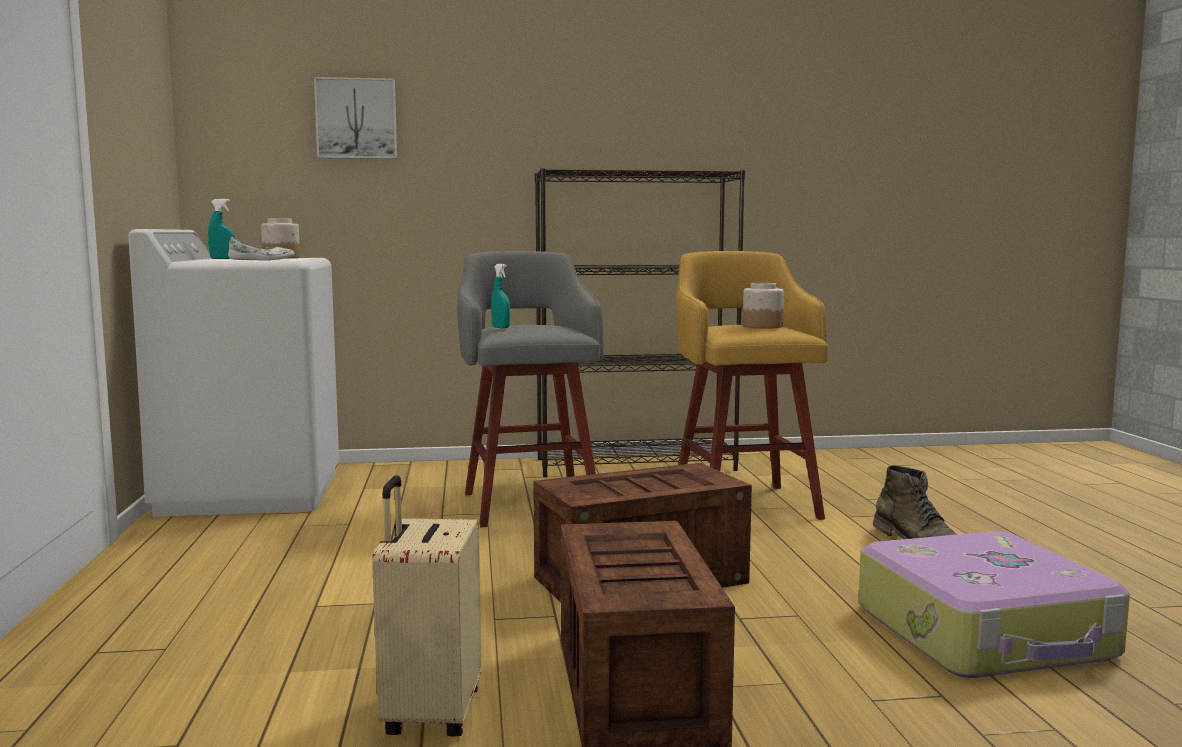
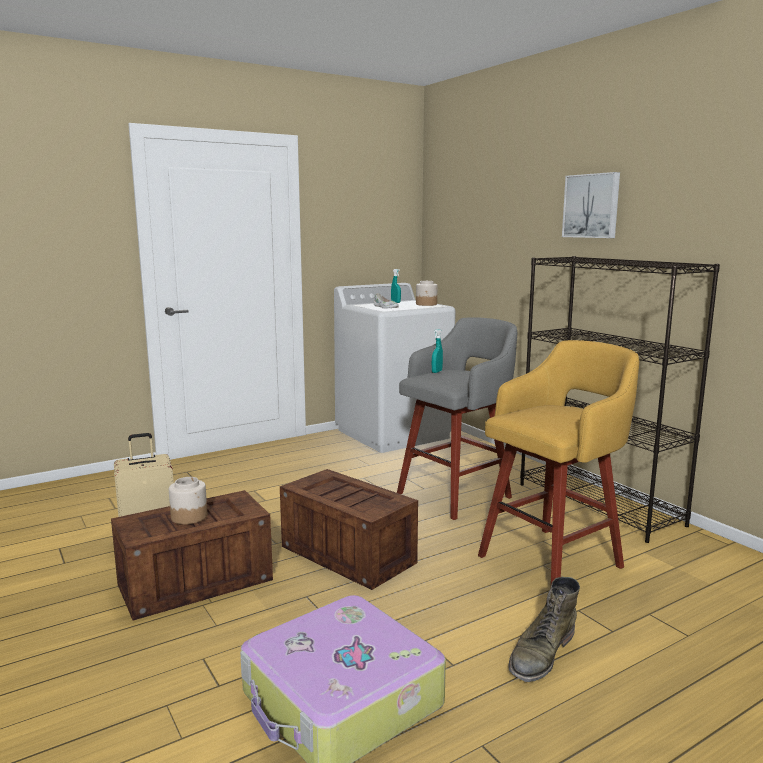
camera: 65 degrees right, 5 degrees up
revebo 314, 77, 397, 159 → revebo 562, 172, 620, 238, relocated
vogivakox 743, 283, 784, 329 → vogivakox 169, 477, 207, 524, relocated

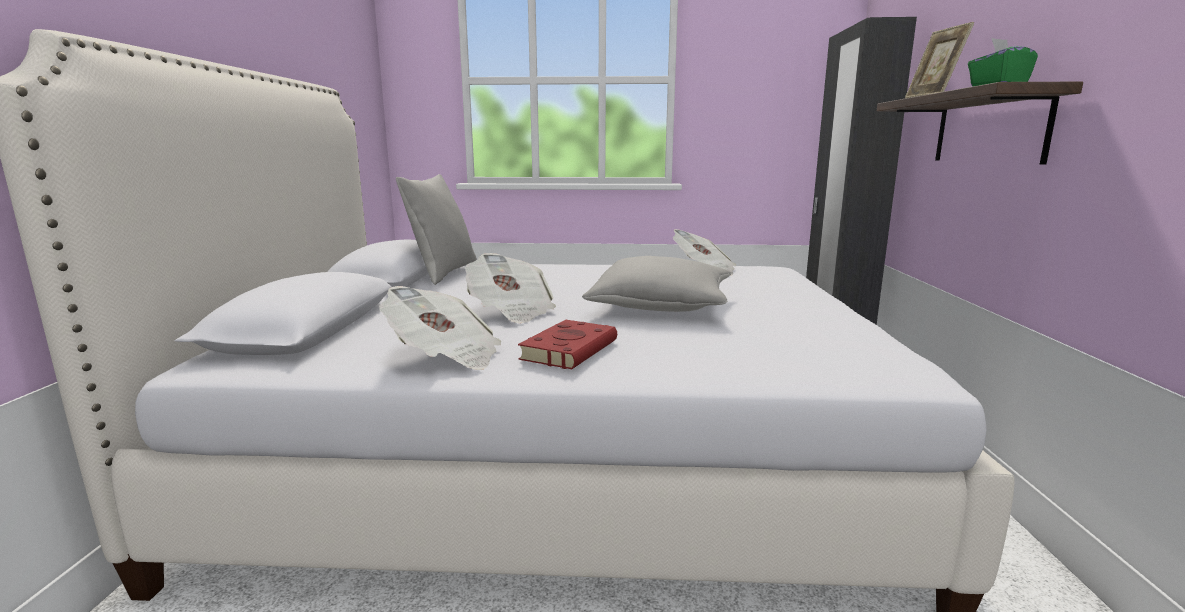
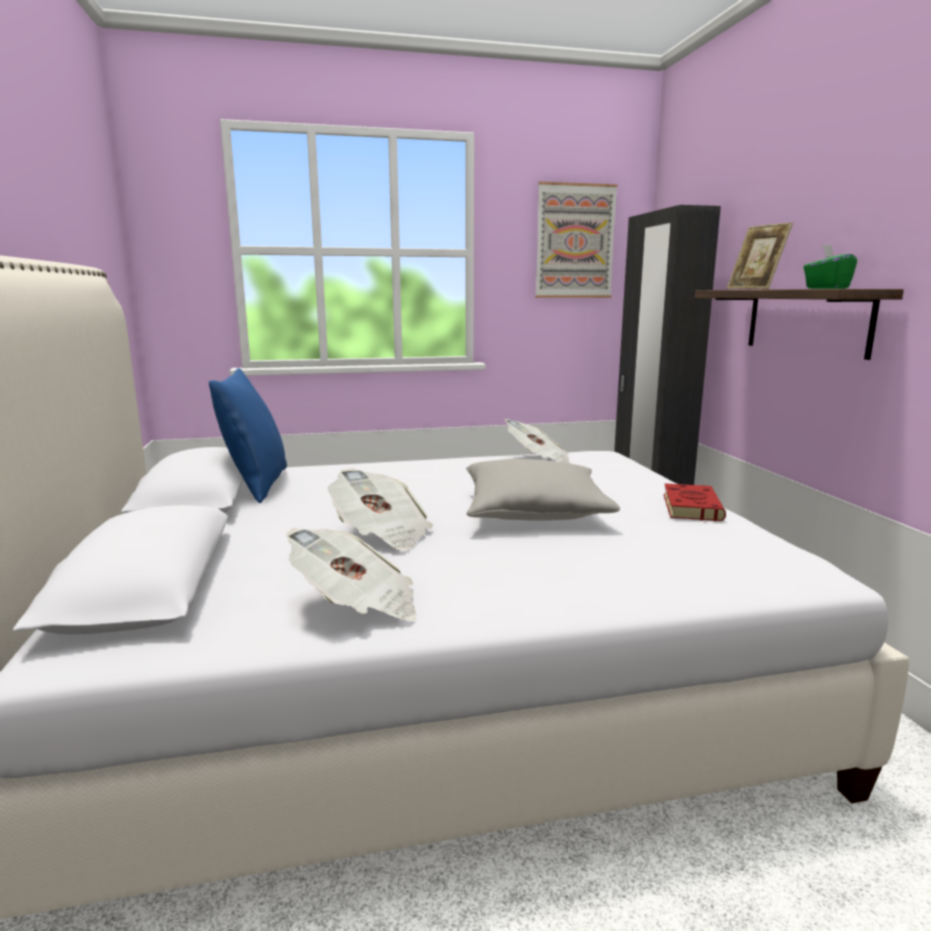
camera: 15 degrees left, 0 degrees up
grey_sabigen 396, 174, 477, 285 → blue_sabigen 209, 368, 287, 503
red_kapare 518, 320, 617, 369 → red_kapare 664, 483, 726, 521, relocated
- → revebo 535, 182, 618, 298

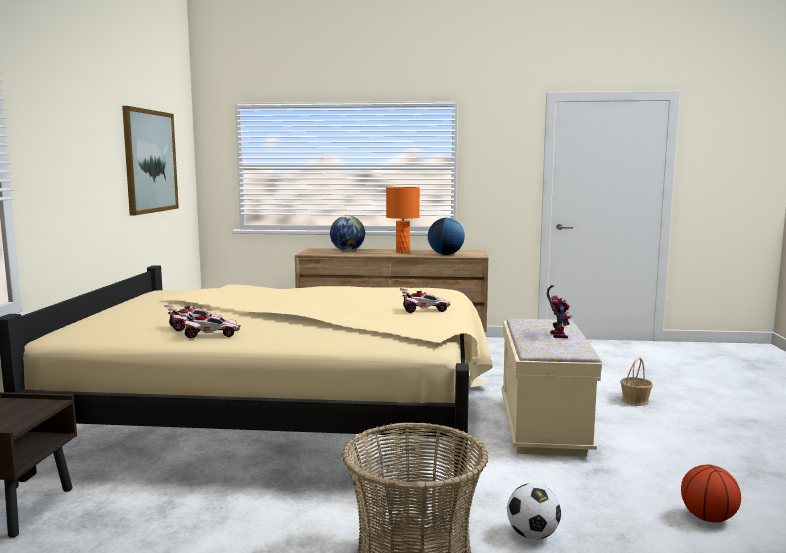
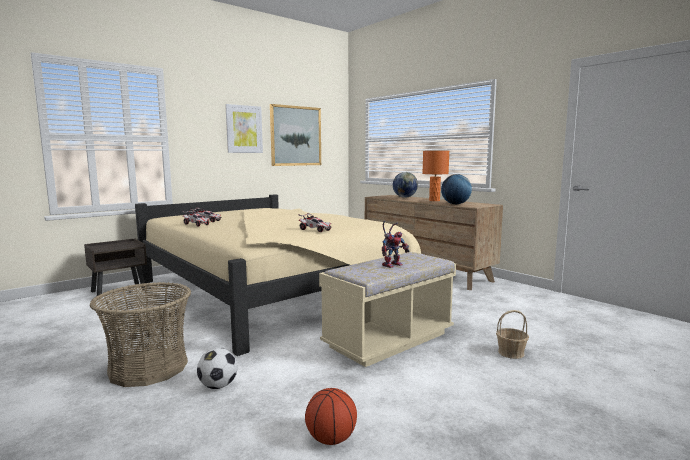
camera: 45 degrees right, 0 degrees up
- → revebo 225, 104, 263, 153

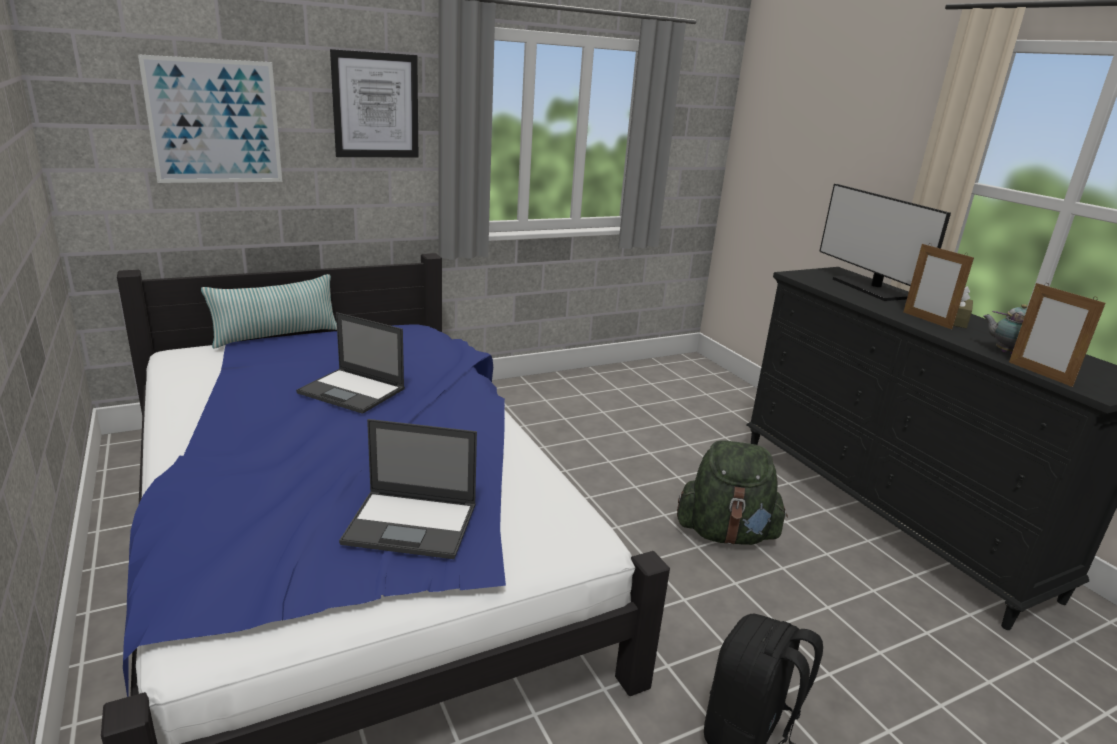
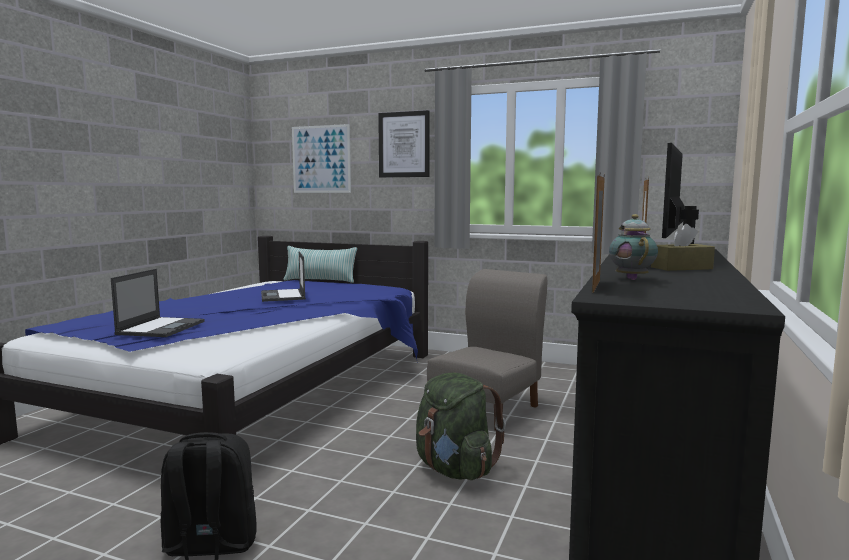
camera: 50 degrees right, 15 degrees down
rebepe 339, 419, 477, 559 → rebepe 111, 269, 205, 337, 135 degrees counterclockwise
- → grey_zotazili 427, 269, 547, 431

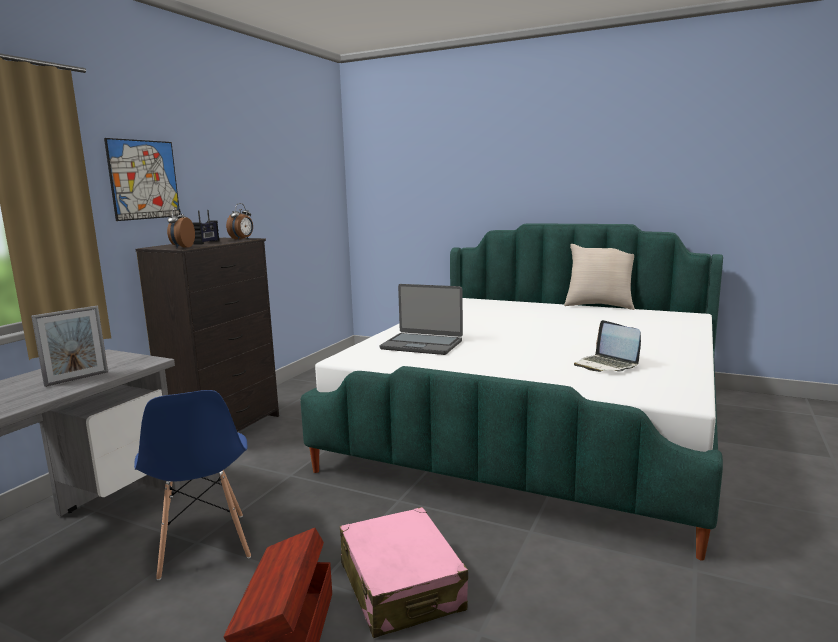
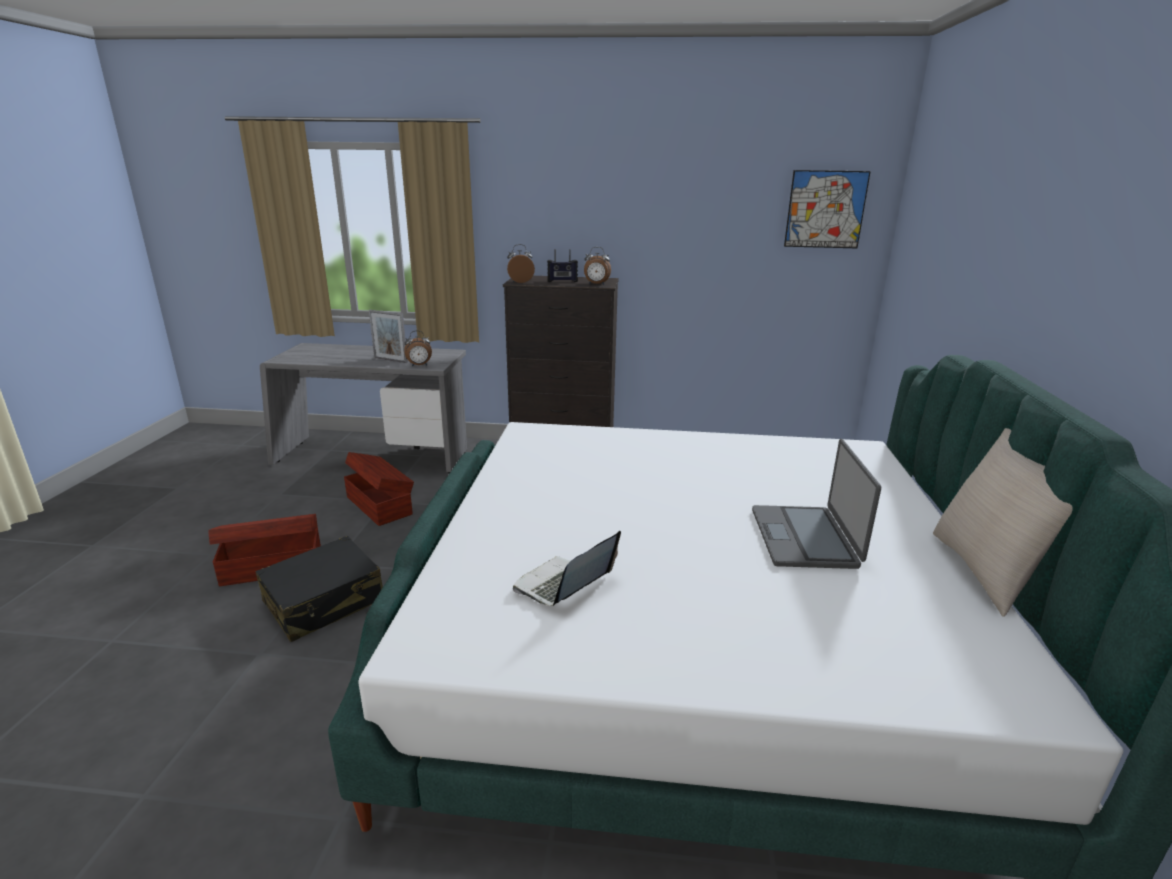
camera: 70 degrees right, 10 degrees up
revebo 104, 138, 180, 221 → revebo 784, 170, 871, 248, relocated
blue_zotazili 134, 390, 251, 580 → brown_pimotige 344, 452, 414, 526
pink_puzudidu 340, 507, 468, 638 → black_puzudidu 255, 536, 383, 642
rebepe 380, 284, 463, 355 → rebepe 752, 439, 881, 569, relocated
- → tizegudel 404, 331, 432, 367

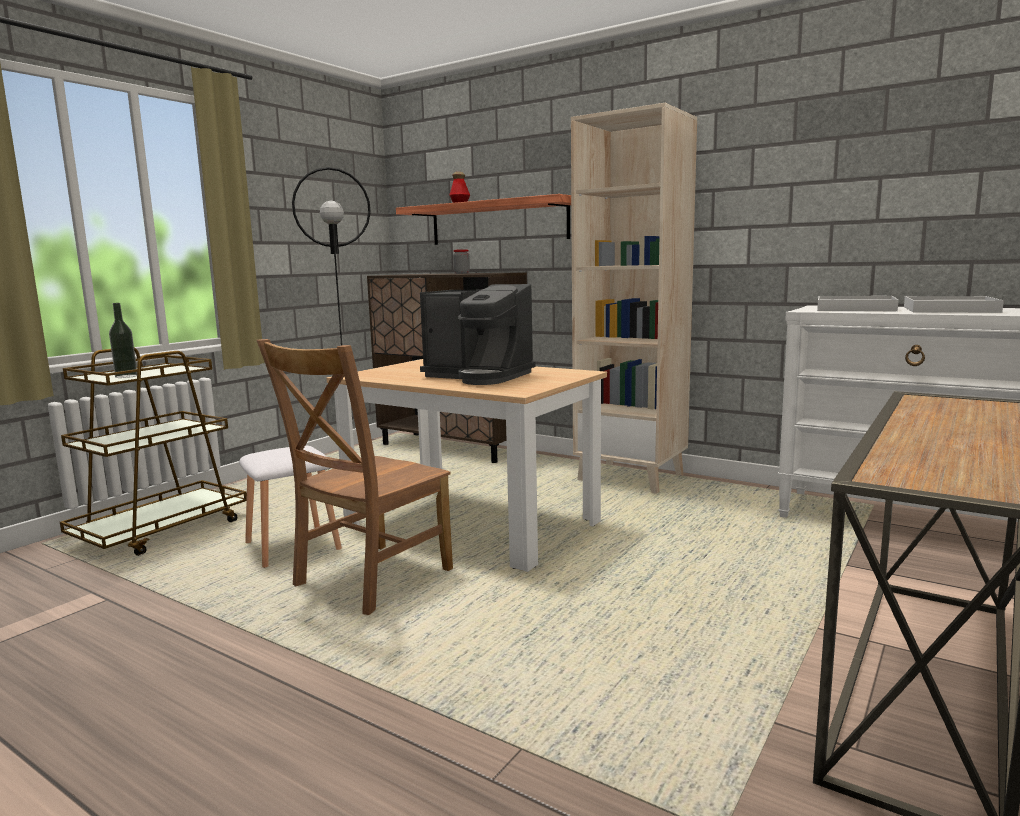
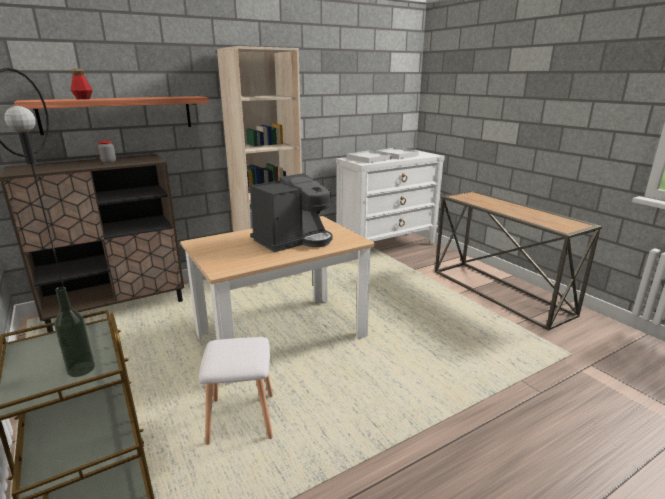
camera: 65 degrees left, 10 degrees up
brown_zotazili 257, 339, 453, 615 → -

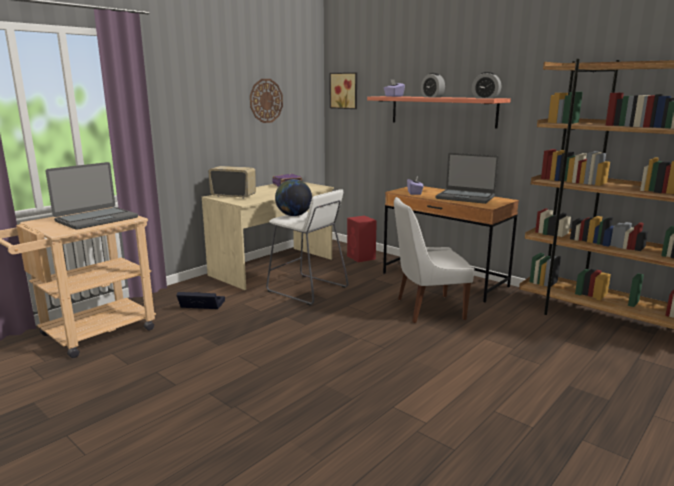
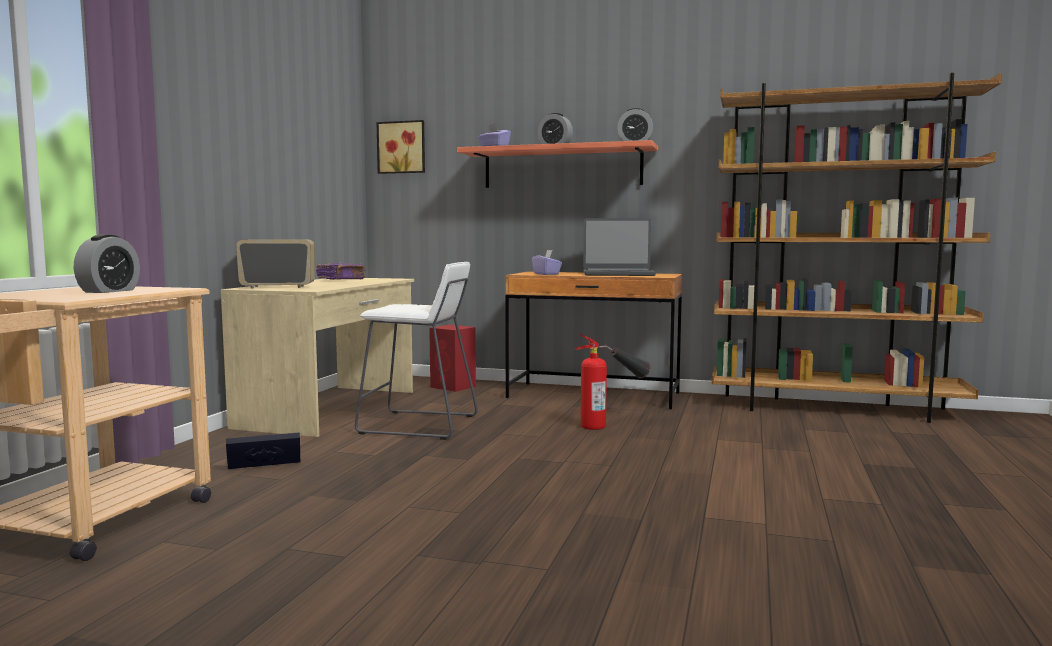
camera: 25 degrees left, 10 degrees down
rebepe 46, 162, 138, 230 → tizegudel 74, 234, 140, 293
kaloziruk 250, 79, 283, 123 → -
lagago 275, 179, 312, 216 → -
white_zotazili 394, 197, 474, 323 → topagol 576, 334, 650, 430

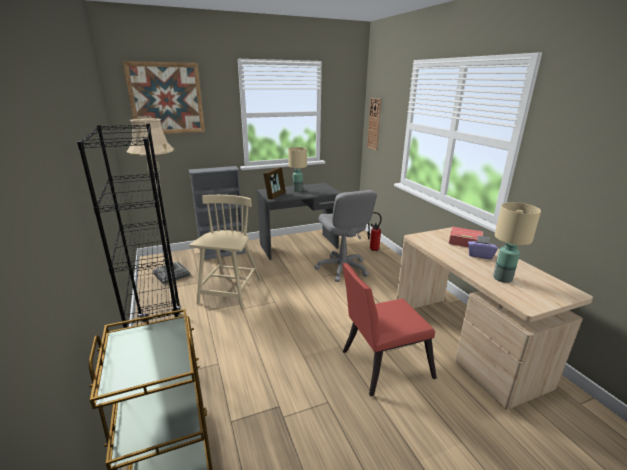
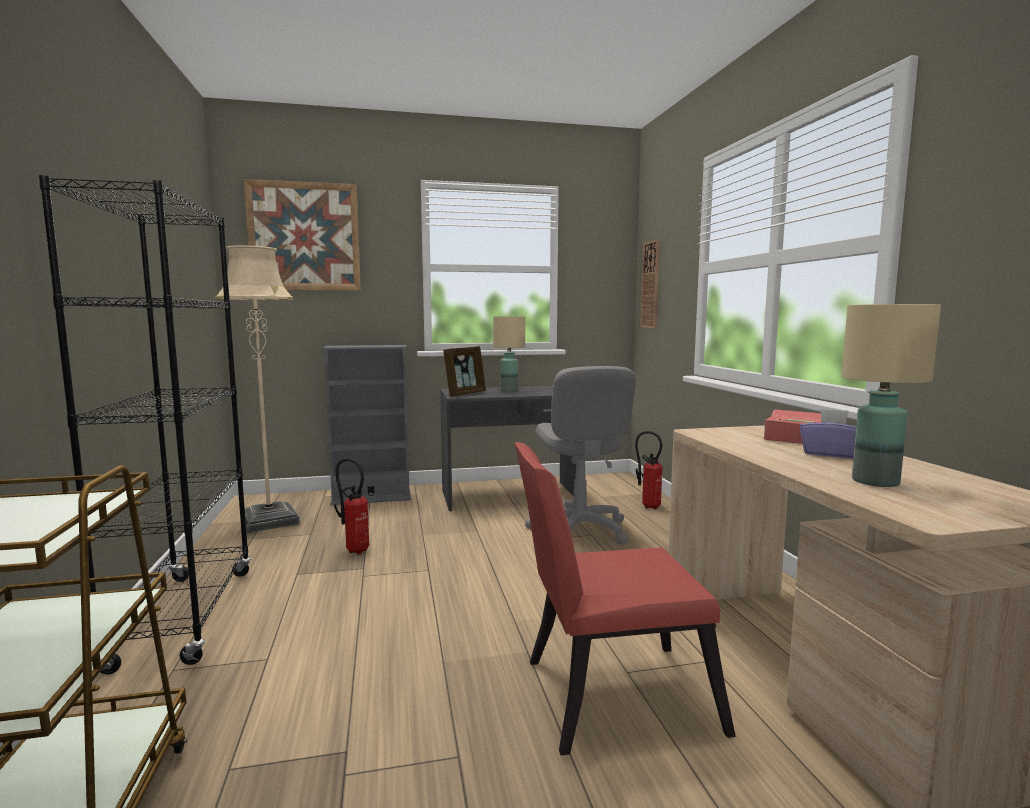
camera: 10 degrees right, 15 degrees down
beige_zotazili 189, 195, 261, 310 → topagol 334, 458, 369, 554

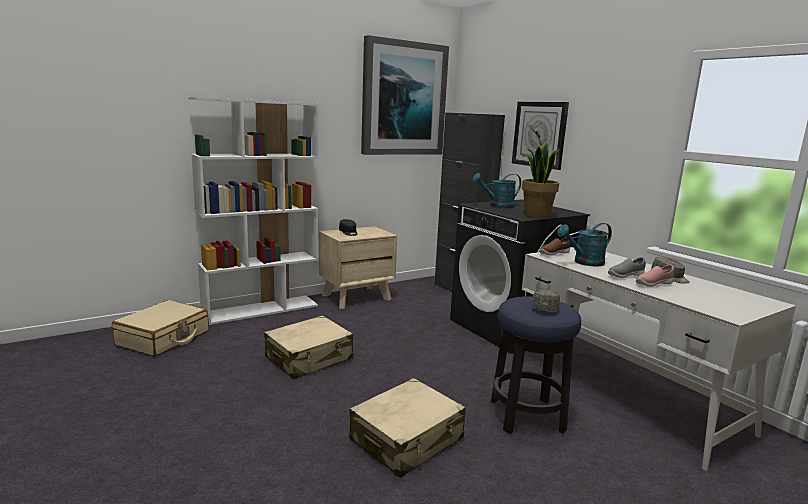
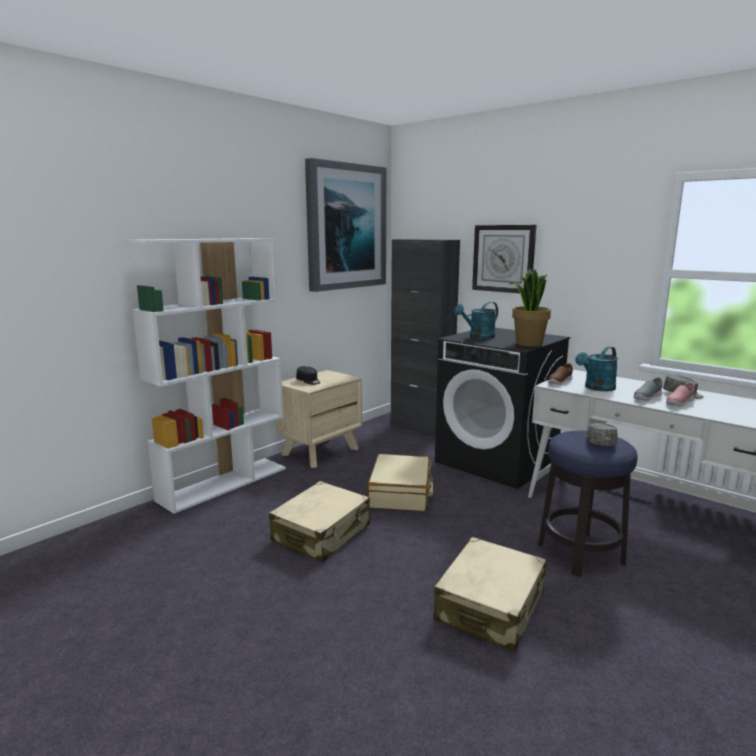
camera: 15 degrees left, 0 degrees up
beige_puzudidu 112, 300, 209, 356 → beige_puzudidu 367, 454, 434, 512, relocated

